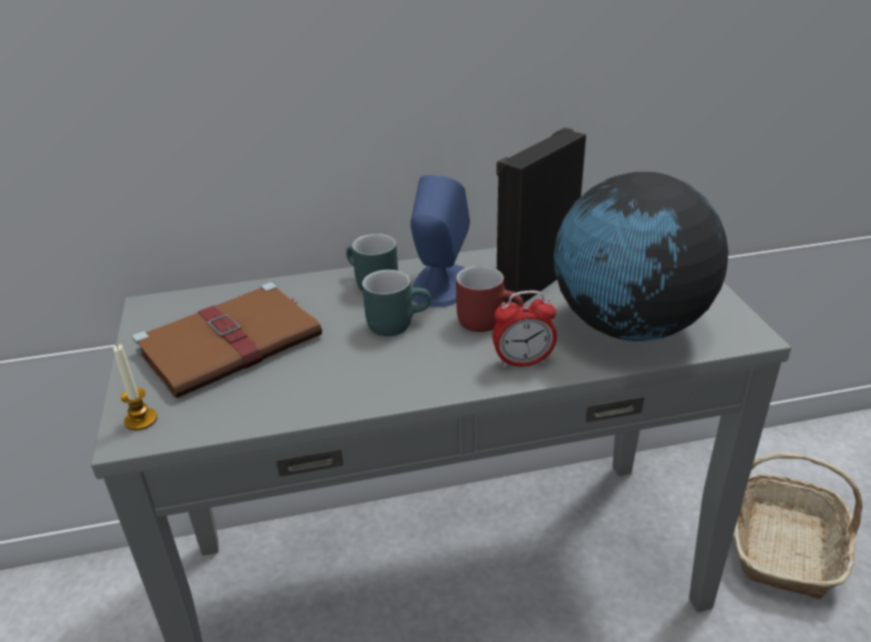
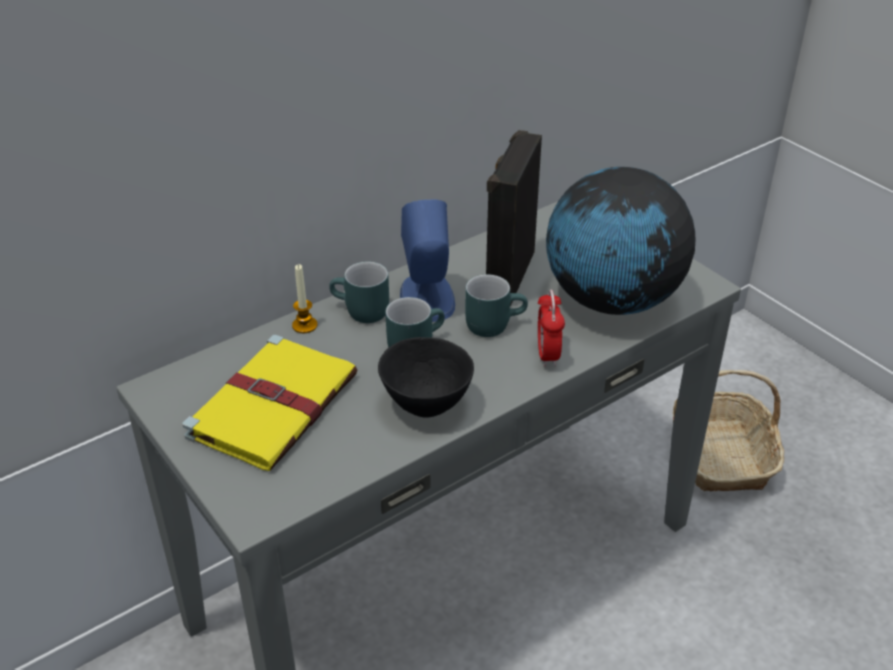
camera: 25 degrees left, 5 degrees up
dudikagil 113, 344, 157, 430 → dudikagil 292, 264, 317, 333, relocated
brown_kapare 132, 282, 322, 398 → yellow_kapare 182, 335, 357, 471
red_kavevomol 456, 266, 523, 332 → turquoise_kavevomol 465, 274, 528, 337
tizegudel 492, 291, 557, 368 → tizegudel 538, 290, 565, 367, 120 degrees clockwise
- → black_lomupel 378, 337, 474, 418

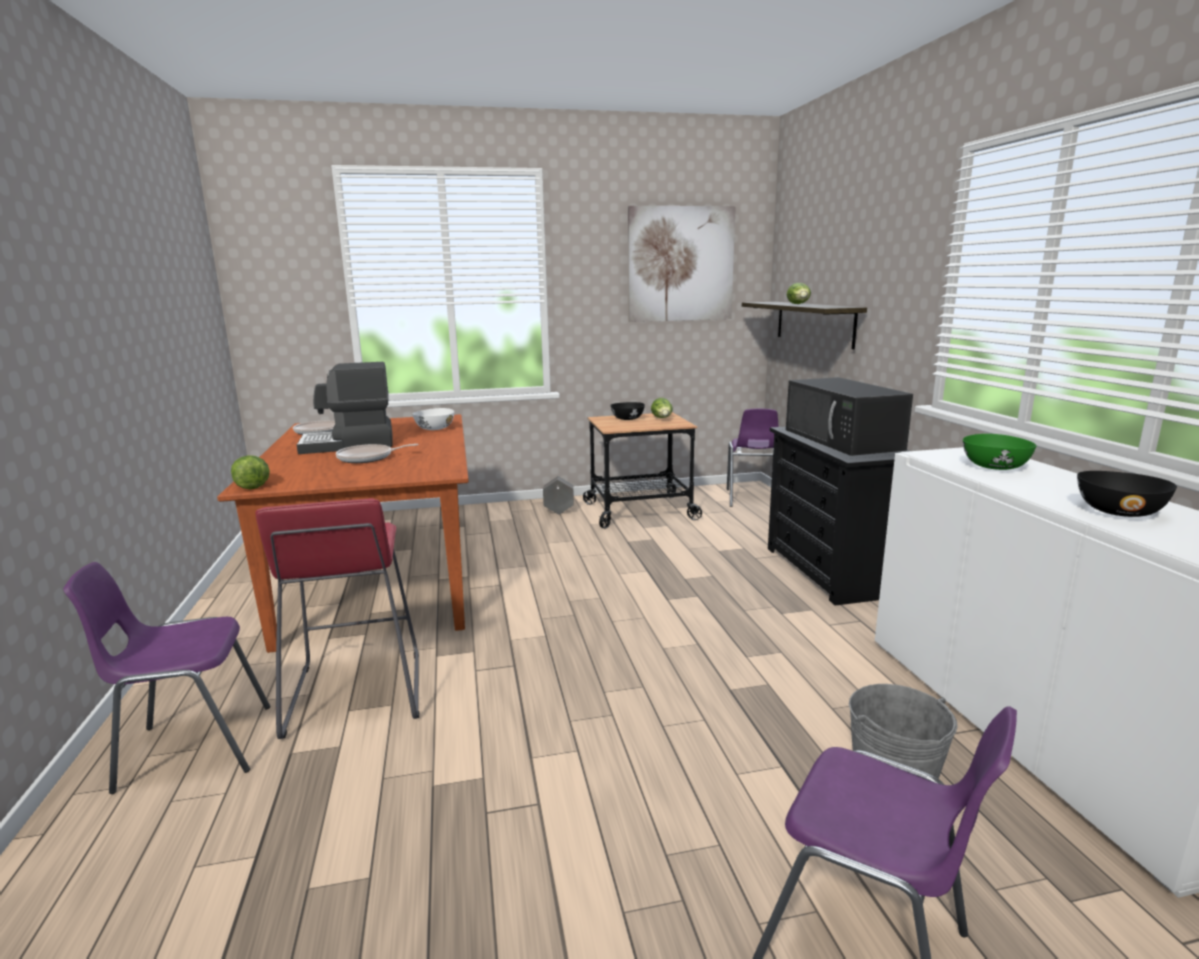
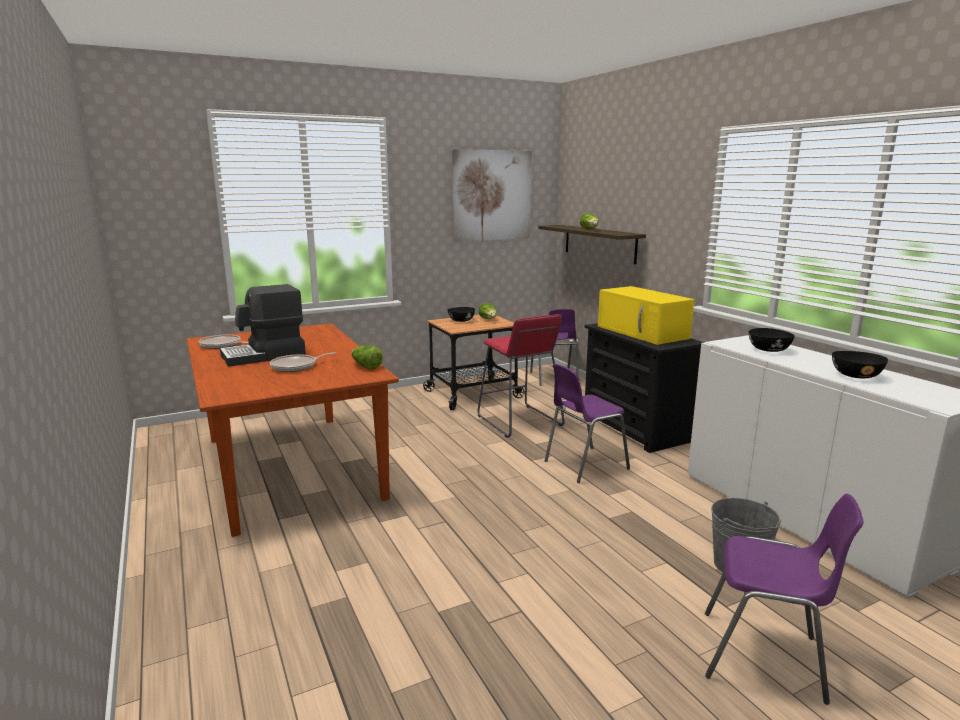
camera: 15 degrees left, 0 degrees up
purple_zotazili 63, 562, 270, 794 → purple_zotazili 545, 364, 630, 483, relocated
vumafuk 231, 455, 270, 489 → vumafuk 352, 345, 383, 370, relocated
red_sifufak 256, 498, 419, 739 → red_sifufak 477, 314, 565, 438, relocated
white_lomupel 413, 408, 454, 430 → -
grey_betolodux 543, 476, 574, 515 → -
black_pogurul 786, 377, 913, 456 → yellow_pogurul 598, 286, 694, 345
green_lomupel 963, 434, 1037, 470 → black_lomupel 749, 328, 795, 352

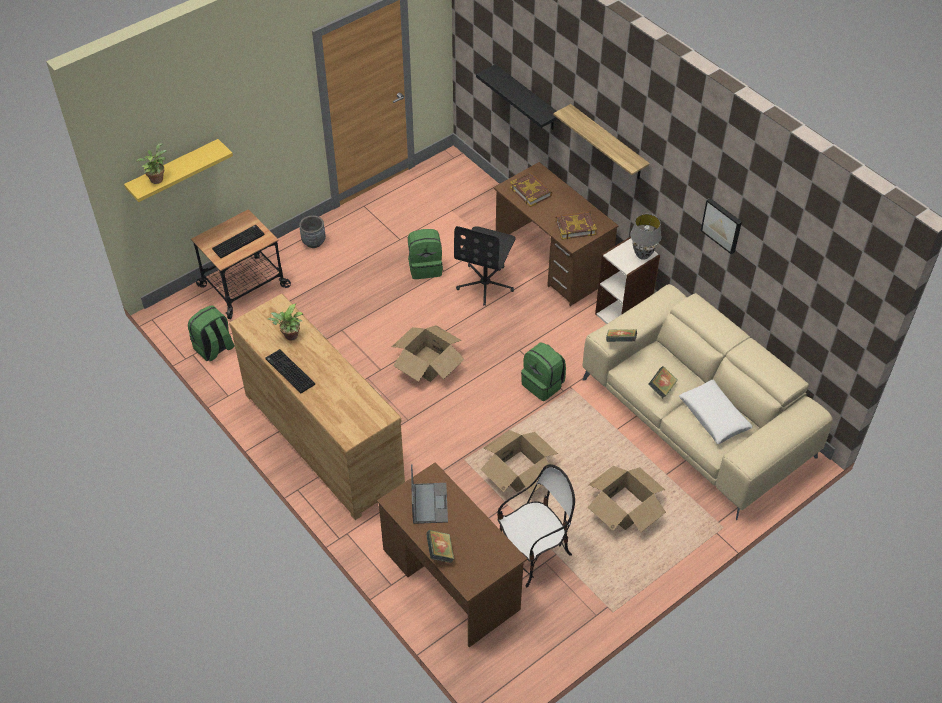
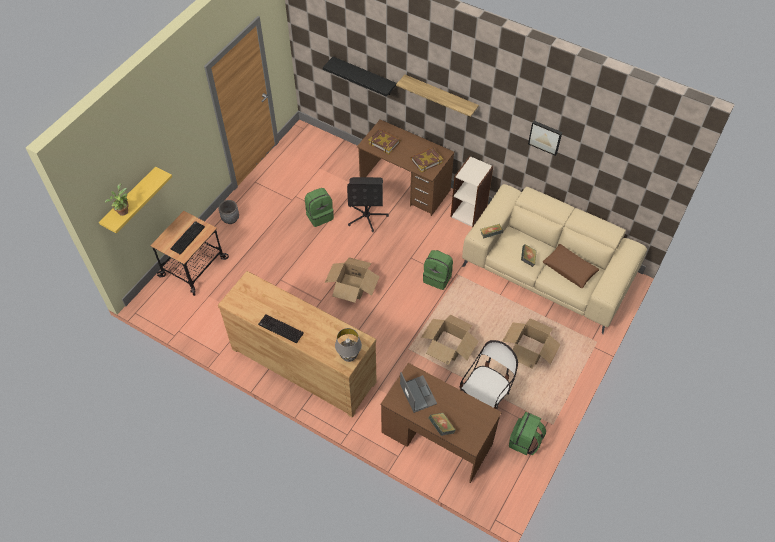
camera: 20 degrees left, 5 degrees up
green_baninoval 188, 305, 235, 361 → green_baninoval 509, 412, 546, 455, relocated
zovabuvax 267, 304, 303, 341 → -
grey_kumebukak 630, 214, 661, 260 → grey_kumebukak 335, 328, 362, 362, relocated
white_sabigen 679, 380, 753, 444 → brown_sabigen 543, 244, 599, 288

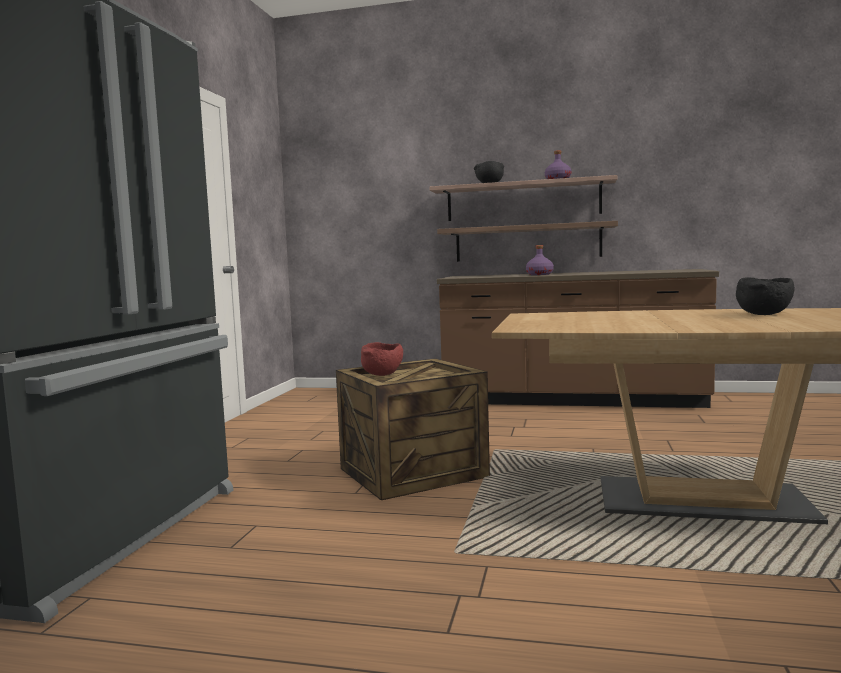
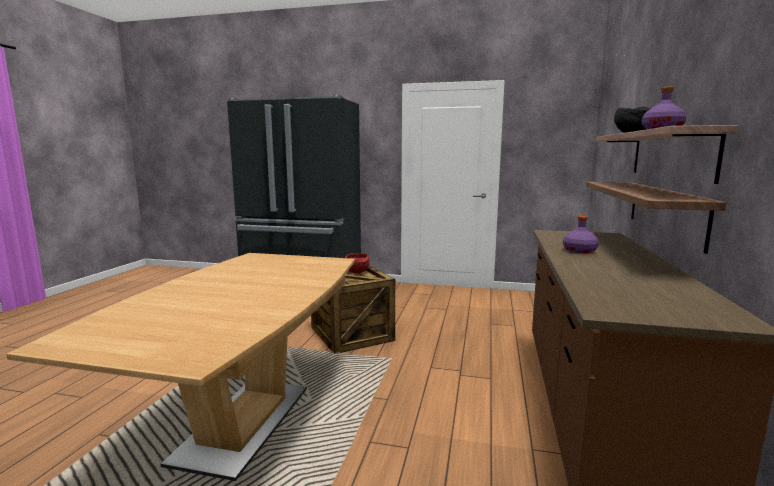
camera: 90 degrees right, 5 degrees up
black_lomupel 736, 277, 795, 315 → -

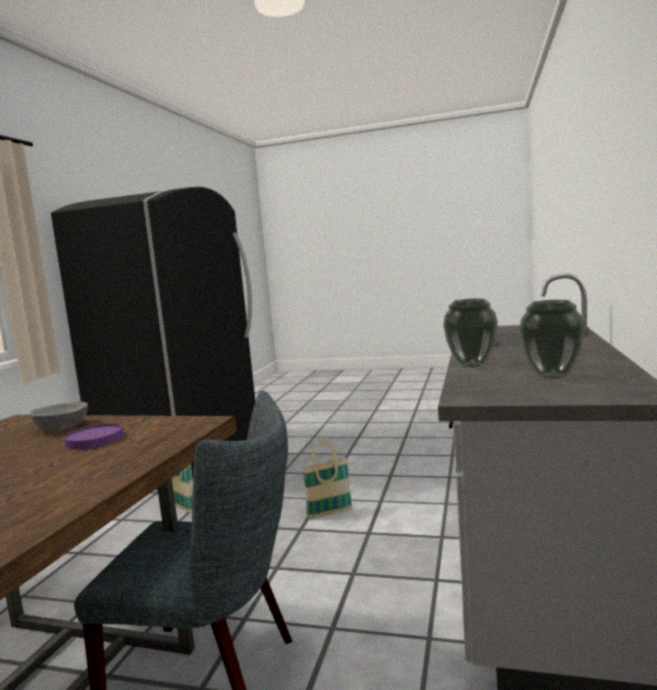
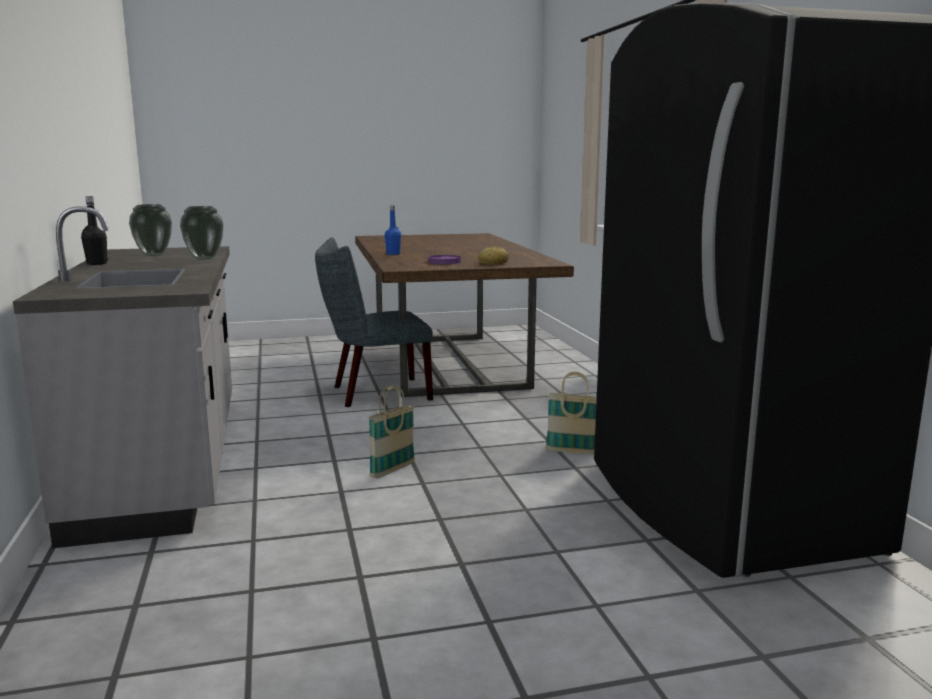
camera: 150 degrees right, 5 degrees up
grey_lomupel 29, 402, 88, 431 → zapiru 478, 246, 509, 265
- → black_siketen 81, 196, 108, 265
- → blue_siketen 385, 206, 401, 255

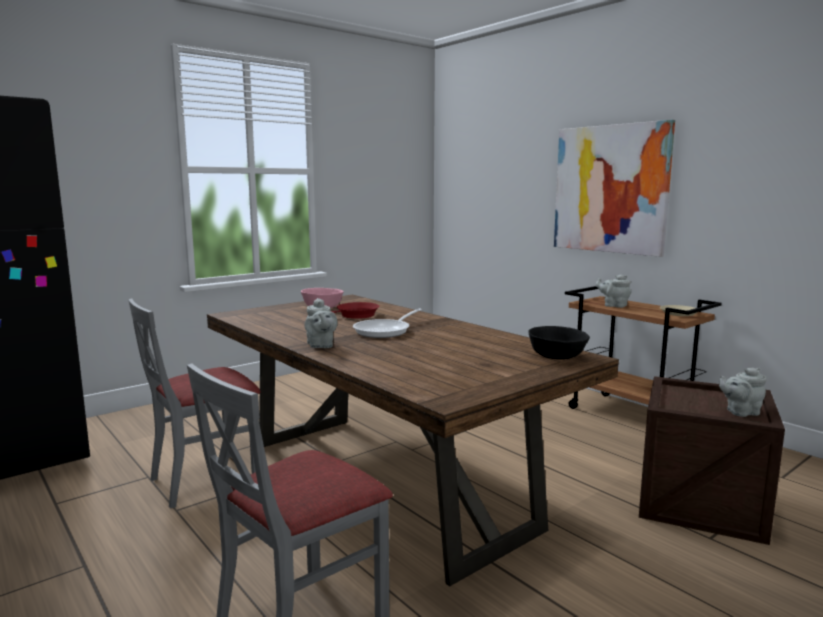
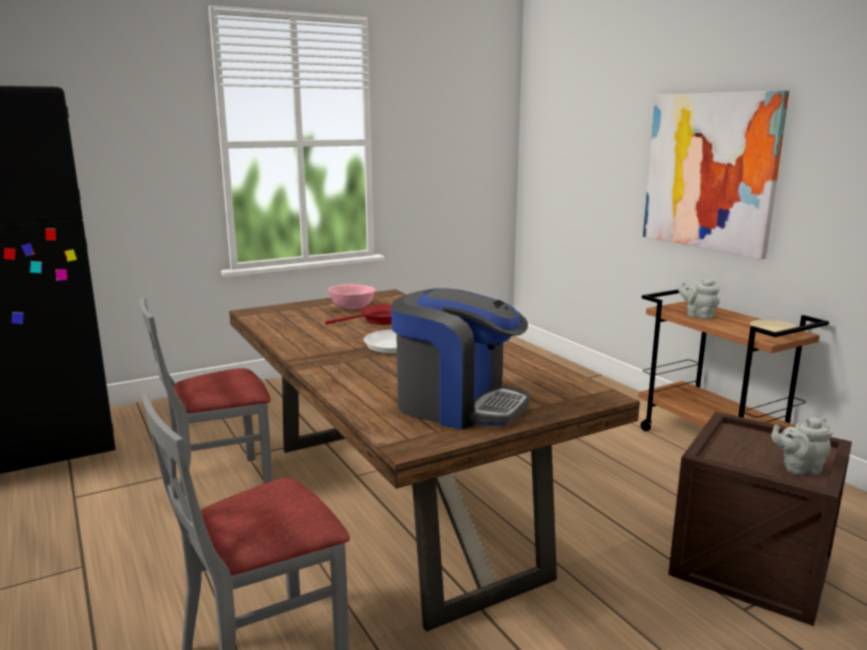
camera: 10 degrees right, 5 degrees up
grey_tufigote 304, 298, 338, 348 → -
black_lomupel 528, 326, 590, 360 → -
- → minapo 391, 288, 530, 430

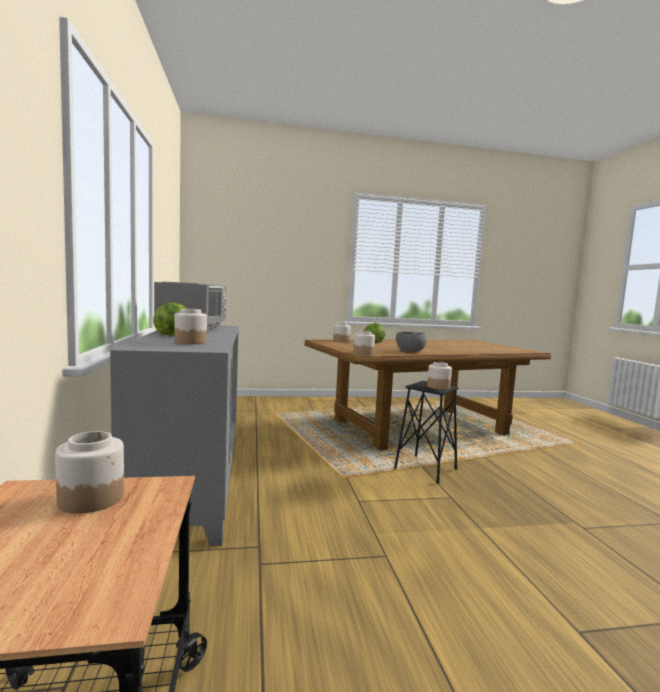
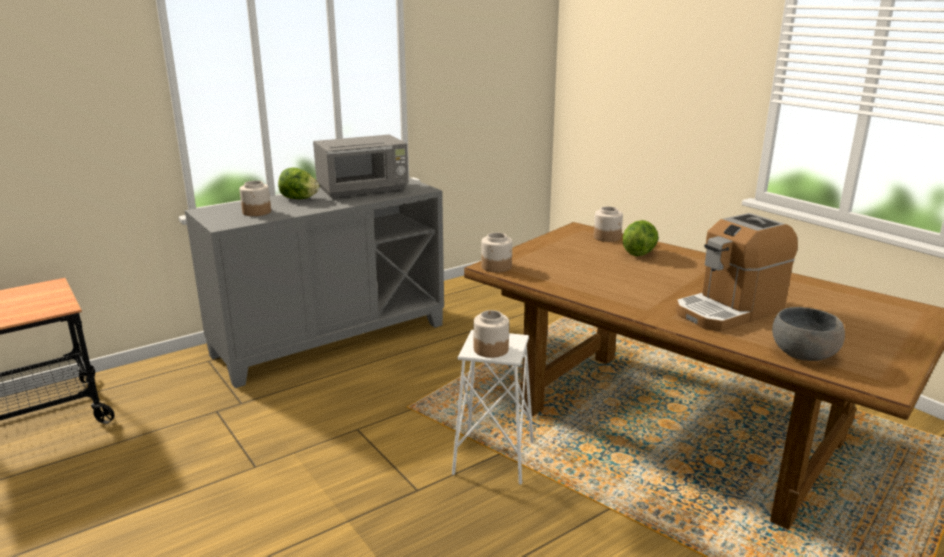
camera: 65 degrees right, 15 degrees up
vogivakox 55, 431, 124, 514 → -
black_sifufak 394, 381, 459, 484 → white_sifufak 452, 330, 534, 484
grey_lomupel 396, 332, 427, 352 → grey_lomupel 772, 307, 845, 361, relocated
- → minapo 676, 213, 798, 332

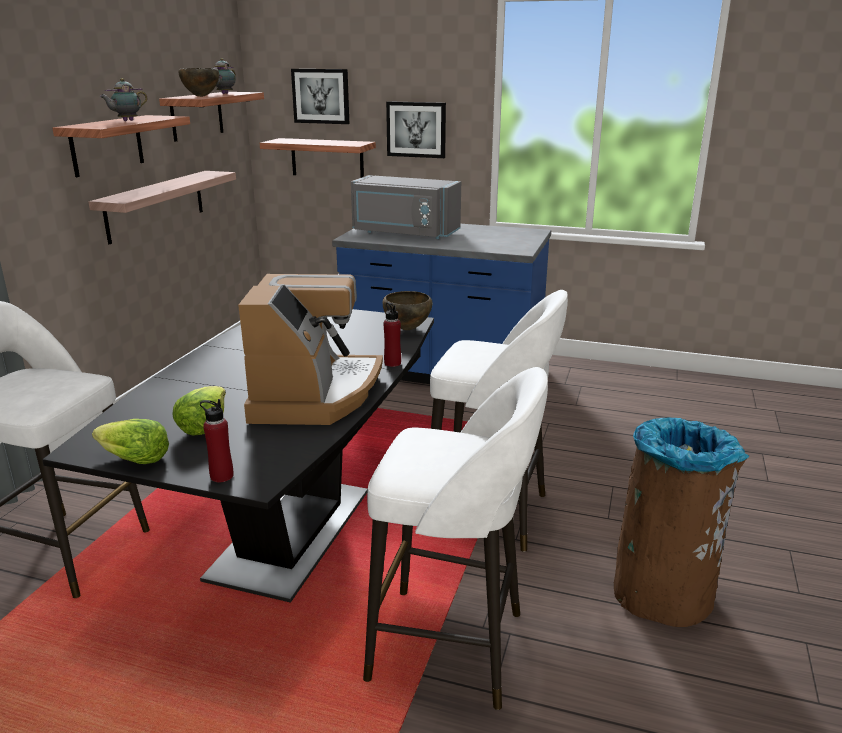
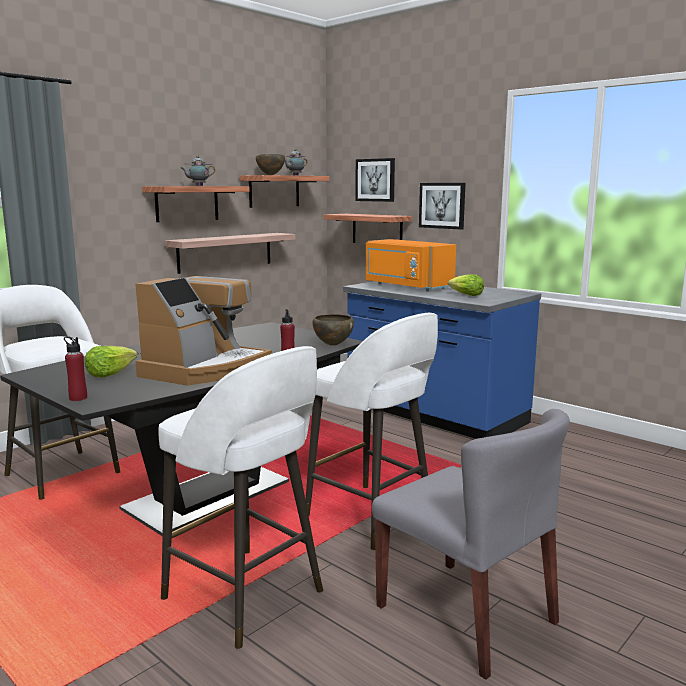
camera: 25 degrees right, 10 degrees down
vumafuk 92, 419, 169, 464 → vumafuk 448, 274, 484, 296, relocated
grey_pogurul 351, 175, 461, 239 → orange_pogurul 366, 239, 456, 291
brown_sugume 614, 418, 749, 627 → grey_zotazili 372, 409, 570, 680

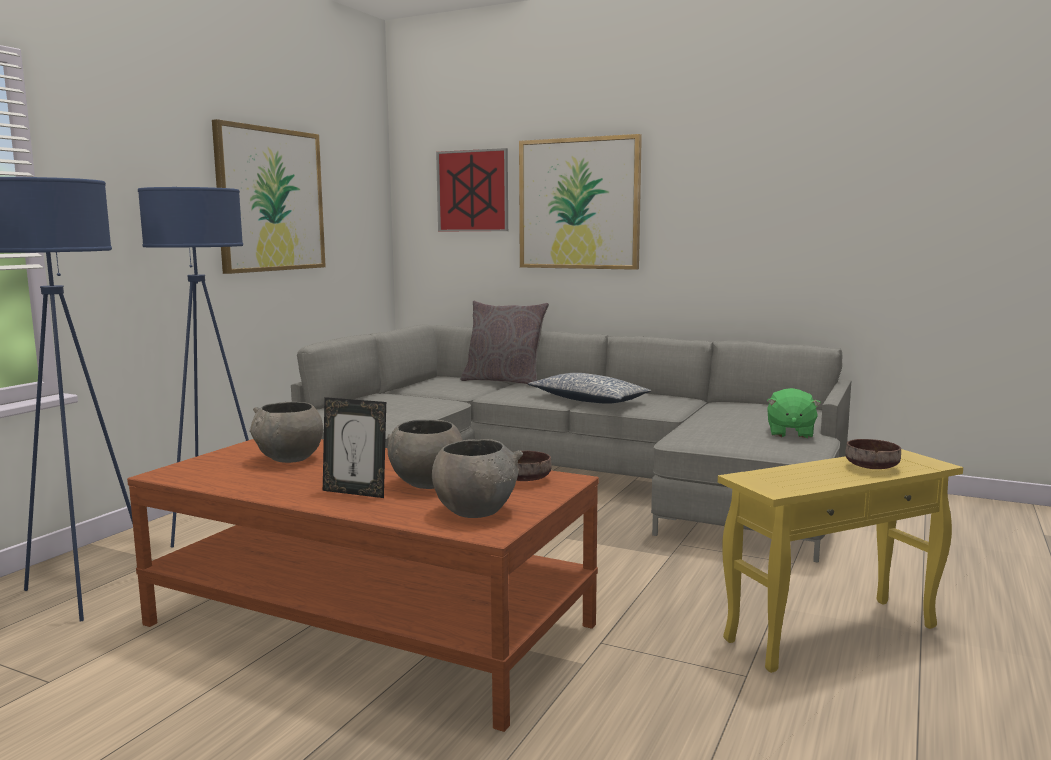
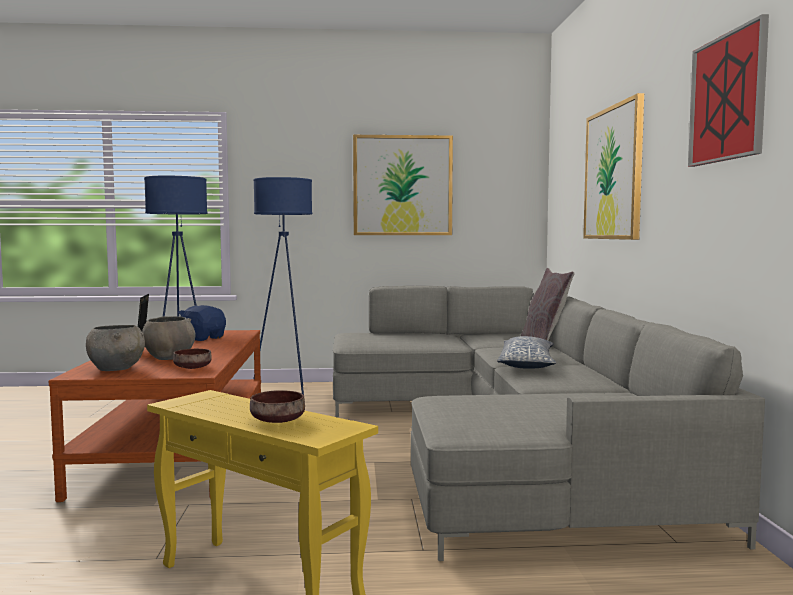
camera: 60 degrees right, 5 degrees down
grey_lomupel 249, 402, 323, 463 → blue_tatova 178, 305, 226, 341
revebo 436, 148, 508, 231 → revebo 688, 14, 769, 167, relocated
green_tatova 767, 388, 821, 439 → -

